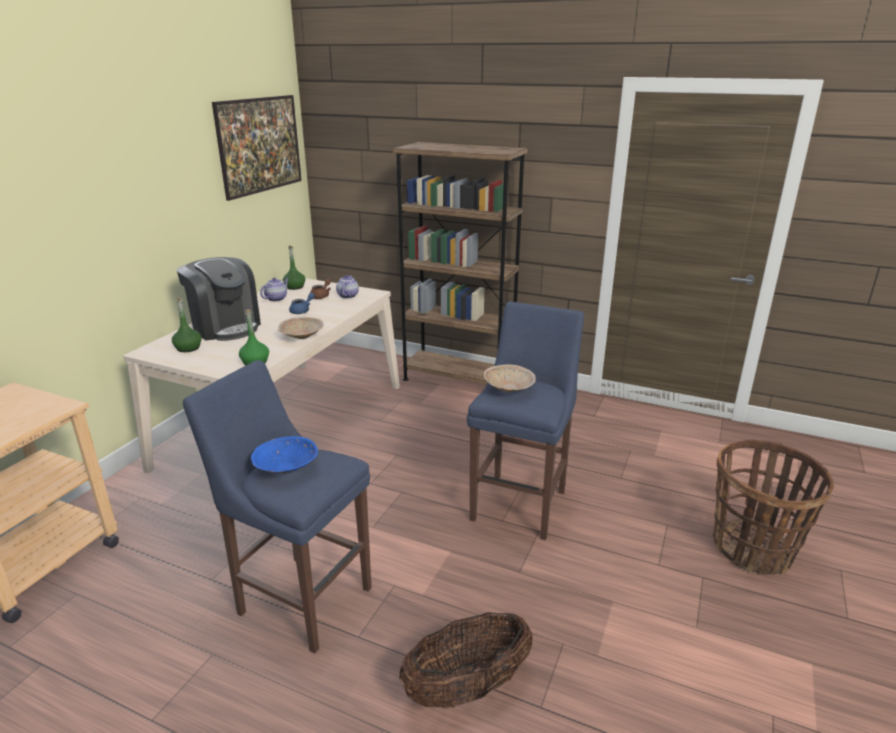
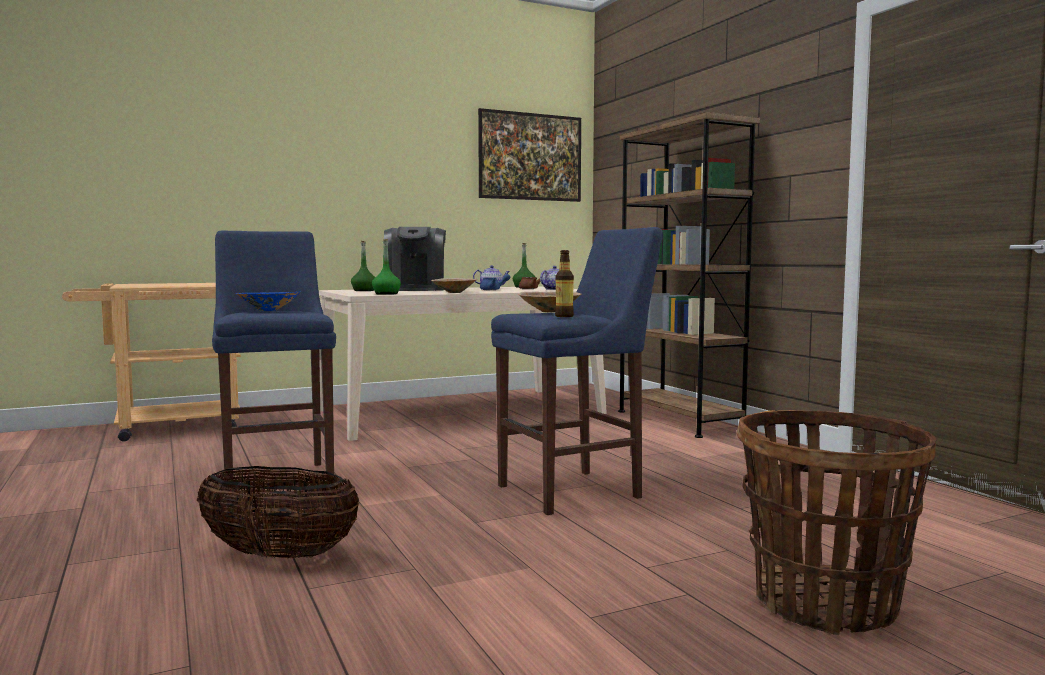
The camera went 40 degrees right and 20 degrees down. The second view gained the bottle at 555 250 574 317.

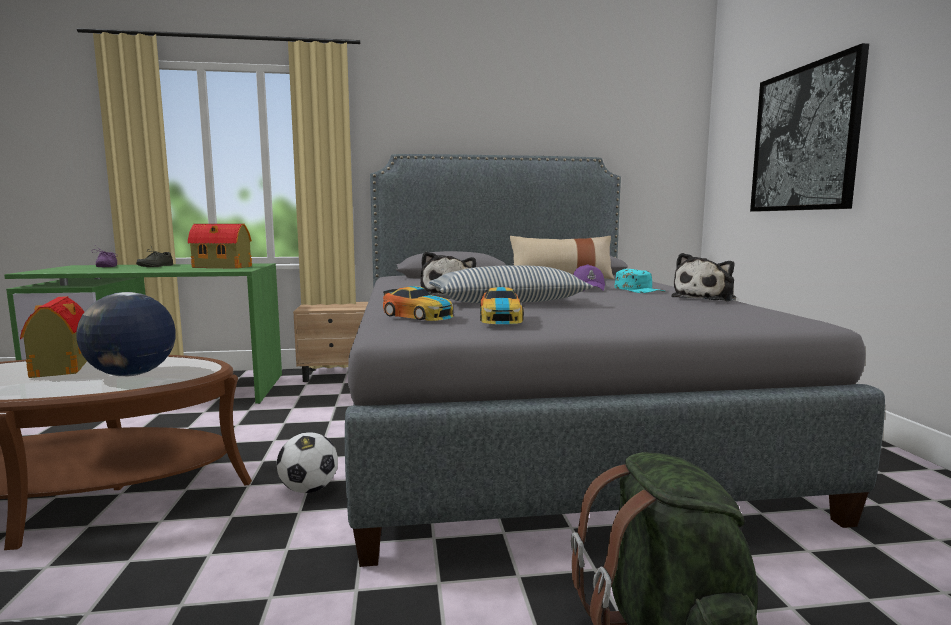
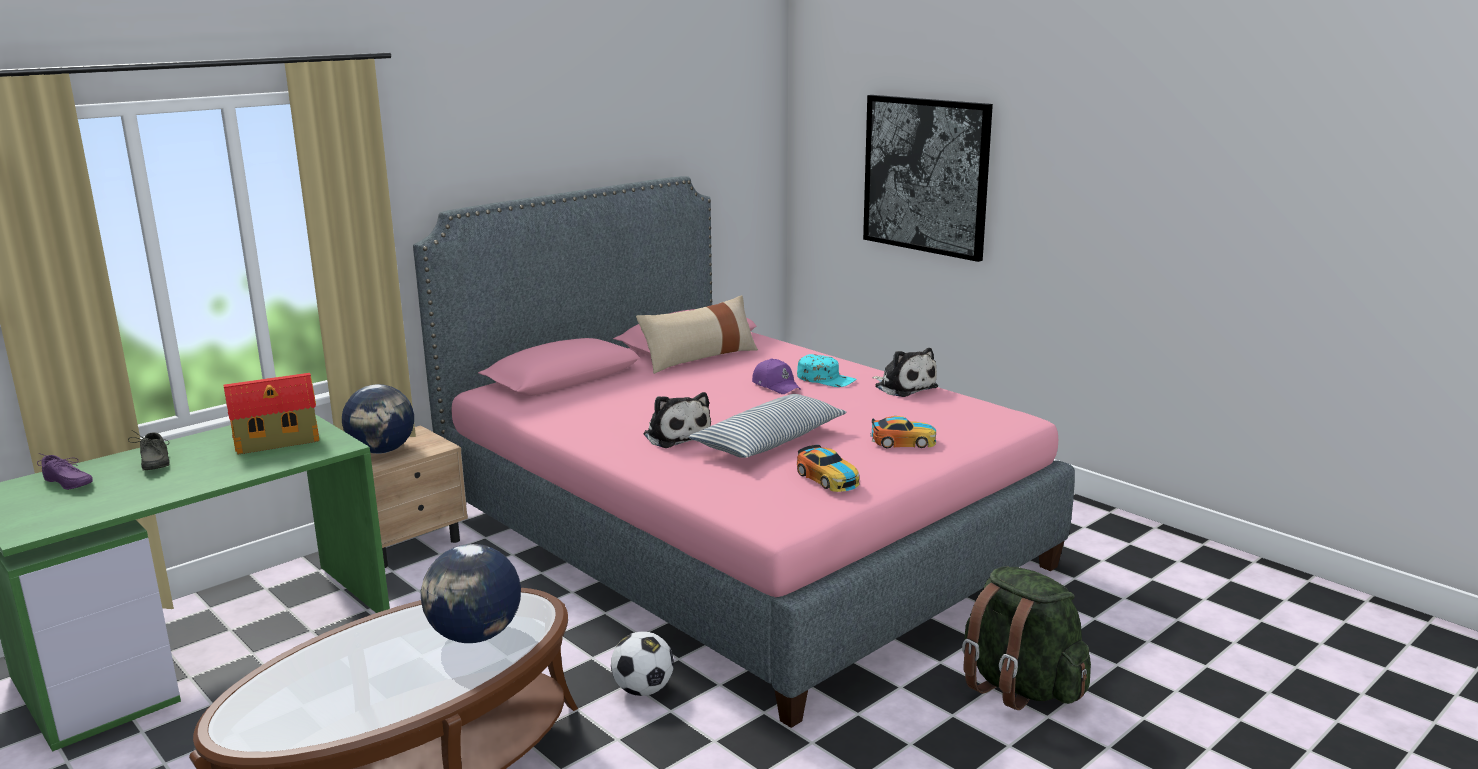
The camera went 35 degrees left and 10 degrees up. The second view lost the toy house at 20 296 87 378. The second view gained the globe at 342 384 414 454. The toy car ended up elsewhere, having gone from 383 286 454 321 to 870 416 936 448. What was the bed in grey at 345 154 885 567 turned into the bed in pink at 413 176 1075 728. The plush toy at 671 253 736 302 ended up facing another way, 45 degrees counterclockwise from before.

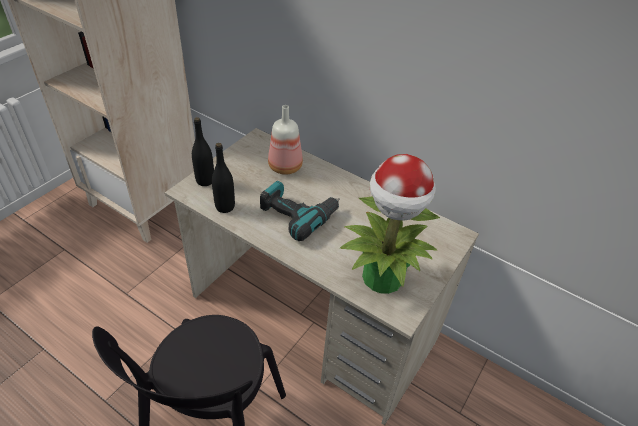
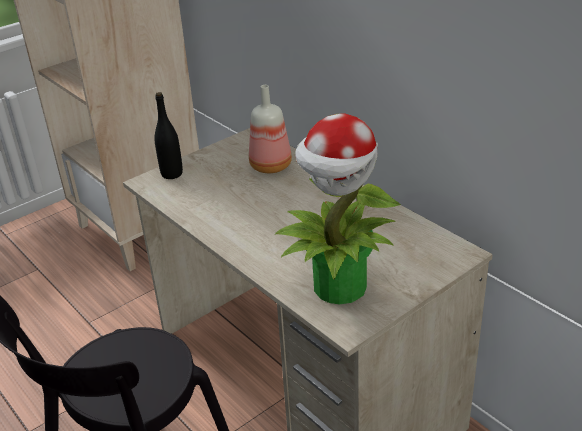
The camera went 20 degrees right and 10 degrees down. The second view lost the bottle in black at 212 143 235 213. The second view lost the power drill at 260 181 340 241.

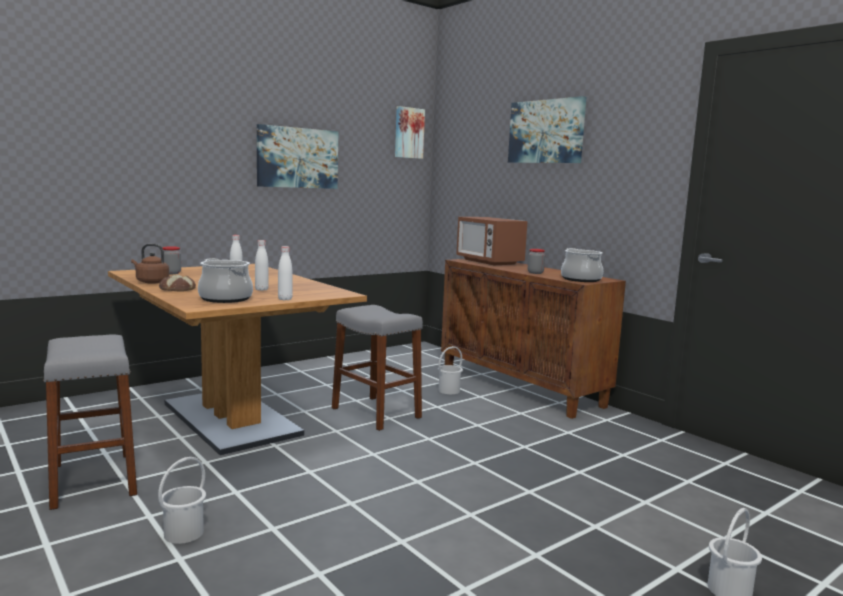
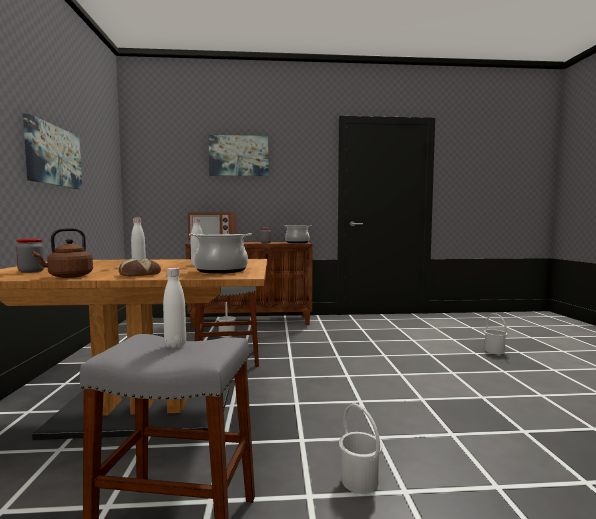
The camera went 55 degrees left and 5 degrees down. The second view lost the picture at 395 106 425 159. The bottle in white ended up elsewhere, having gone from 278 246 293 300 to 163 268 186 348.

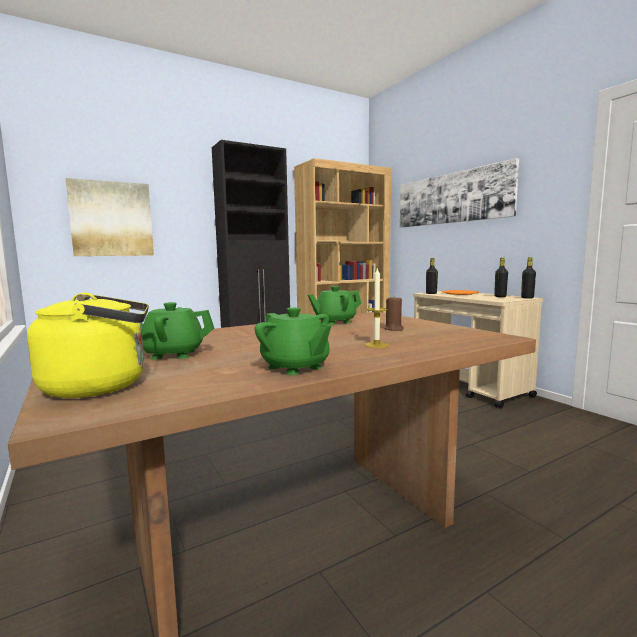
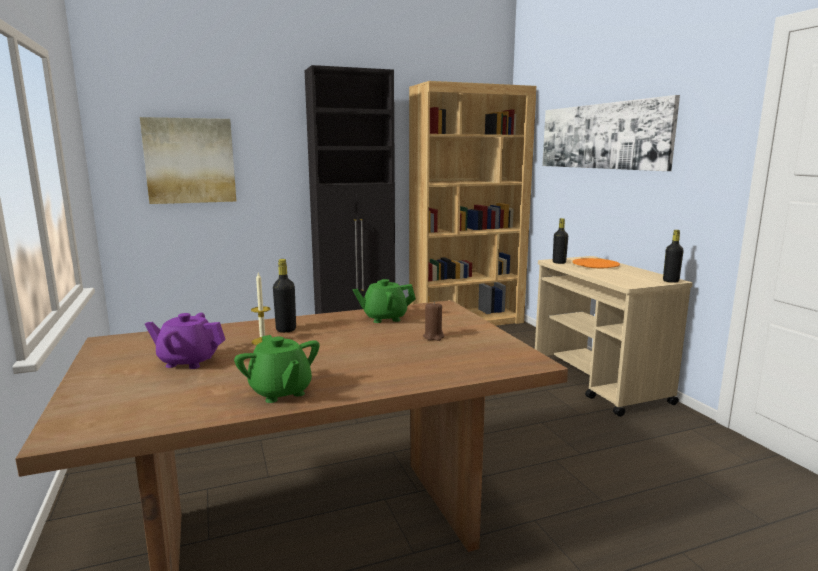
The camera went 10 degrees right and 5 degrees up. The second view lost the kettle in yellow at 27 293 149 398. The candle ended up elsewhere, having gone from 365 267 389 348 to 251 273 270 345. The bottle in black ended up elsewhere, having gone from 494 258 508 297 to 273 259 296 333. What was the teapot in green at 141 302 214 360 turned into the teapot in purple at 145 313 226 369.

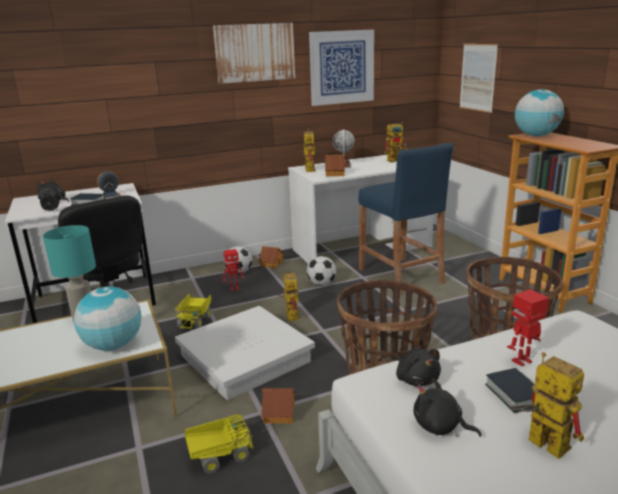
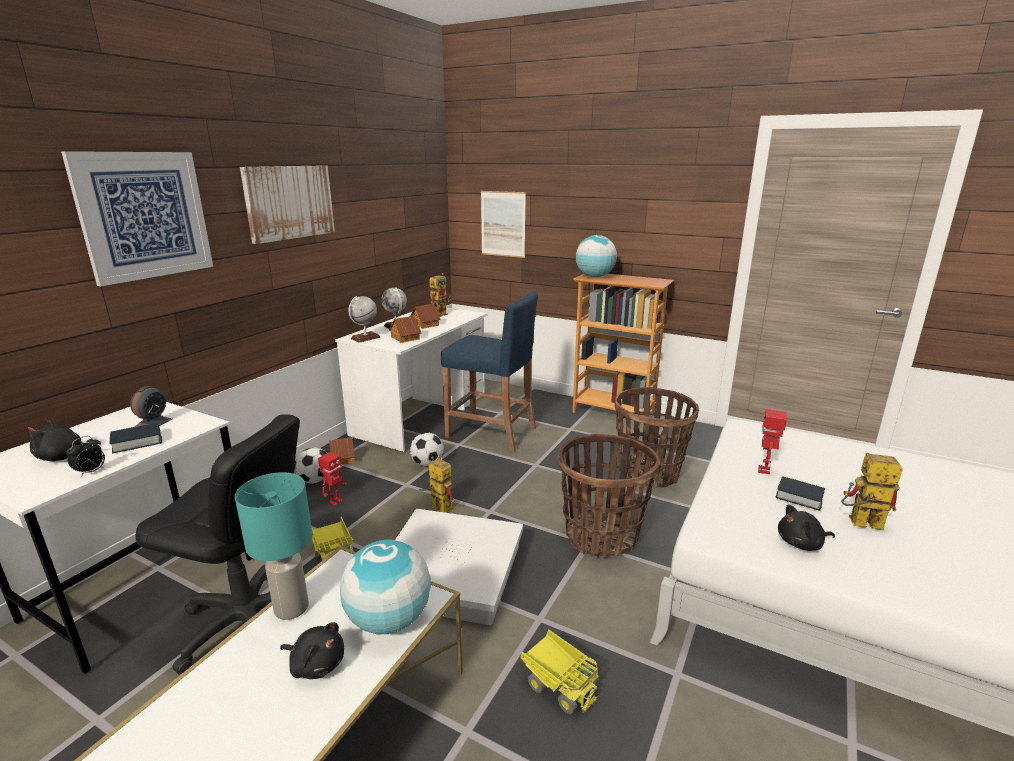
The camera went 40 degrees left and 0 degrees up. The toy house ended up elsewhere, having gone from 262 388 295 424 to 410 304 440 329. The picture ended up elsewhere, having gone from 309 29 374 106 to 61 151 213 286. The plush toy in black ended up elsewhere, having gone from 394 348 441 386 to 280 622 344 679. Where the toy robot stood at 298 129 317 172, the globe came to stand at 348 296 380 343. The toy truck at 185 415 254 474 ended up facing another way, 105 degrees clockwise from before.

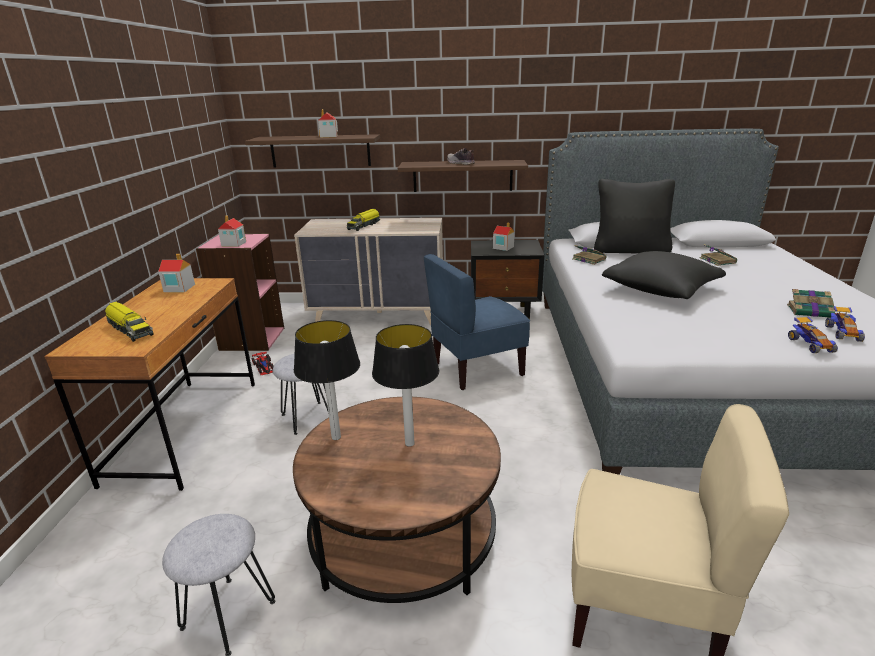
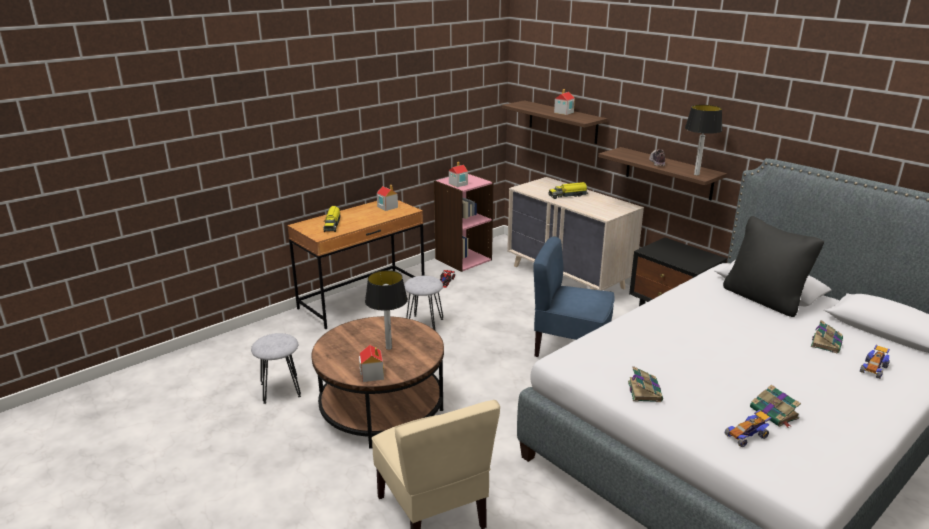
The camera went 45 degrees right and 0 degrees up. The second view lost the pillow in black at 602 251 726 299. The table lamp ended up elsewhere, having gone from 294 320 360 440 to 685 105 722 176. The toy house ended up elsewhere, having gone from 493 223 514 251 to 359 345 385 382. The book ended up elsewhere, having gone from 572 245 606 265 to 628 366 663 402. The toy car ended up elsewhere, having gone from 788 317 838 353 to 860 345 890 379.

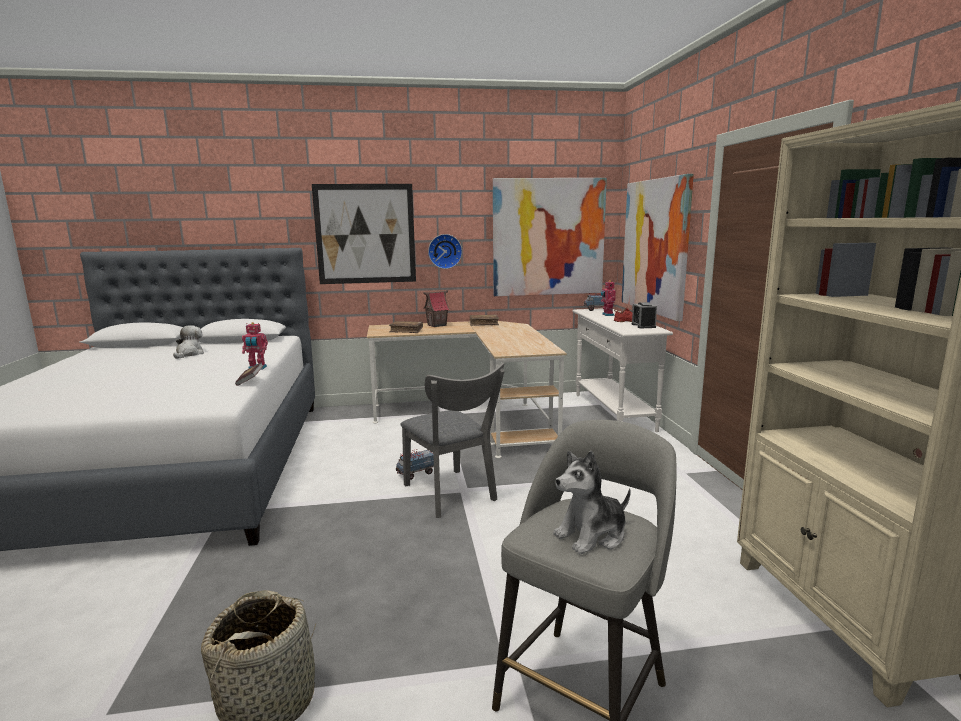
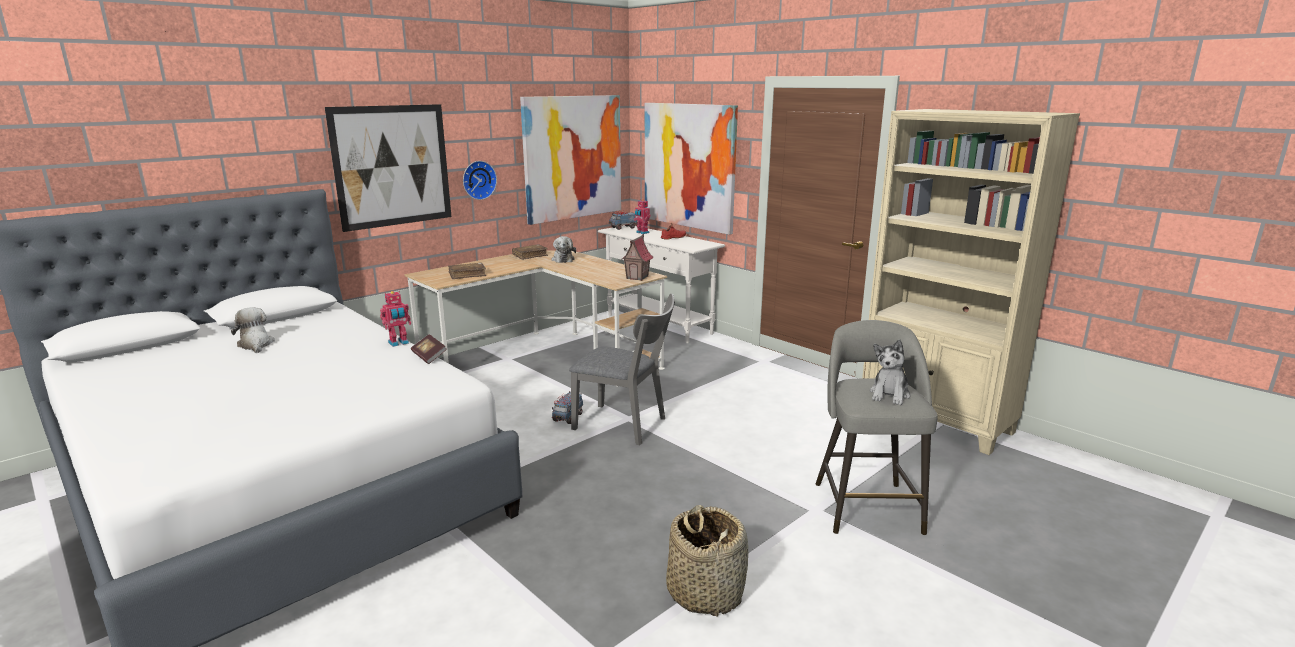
The camera went 35 degrees left and 5 degrees up. The second view lost the alarm clock at 632 302 657 328. The second view gained the plush toy at 551 236 576 263. The toy house ended up elsewhere, having gone from 423 290 450 327 to 621 234 654 281.

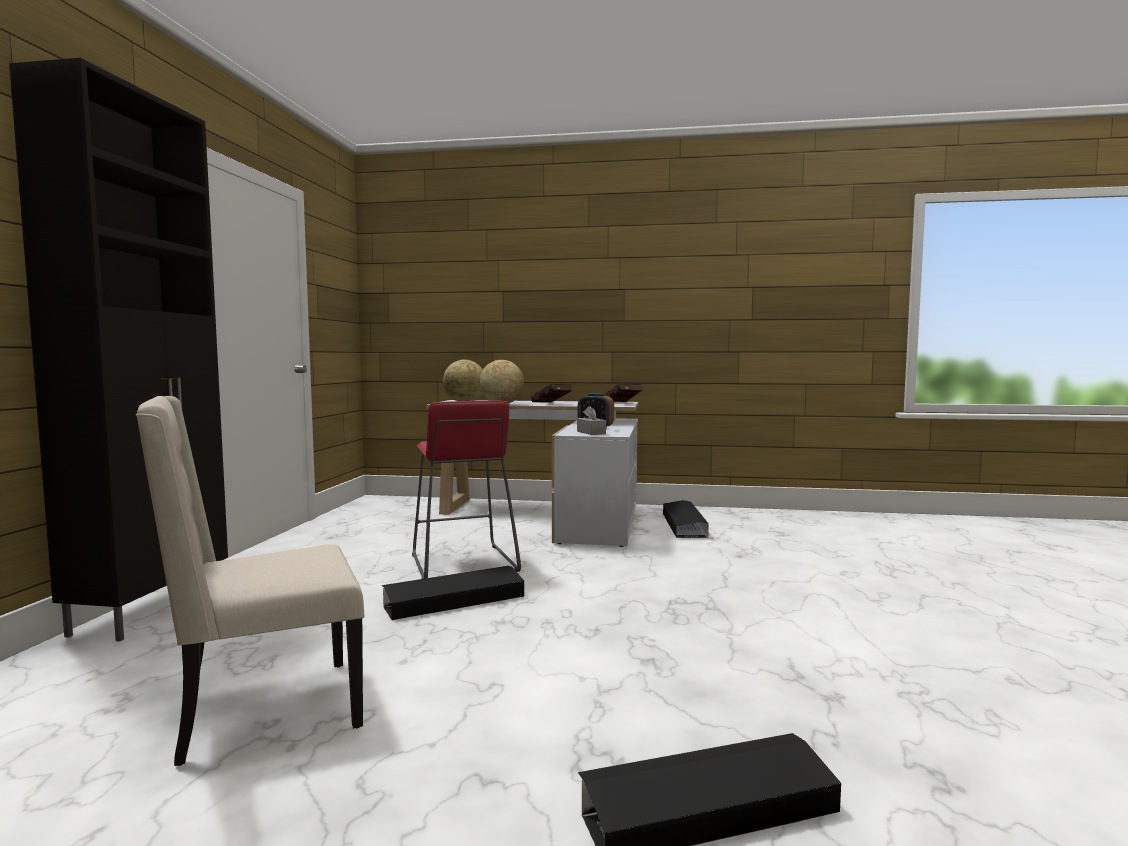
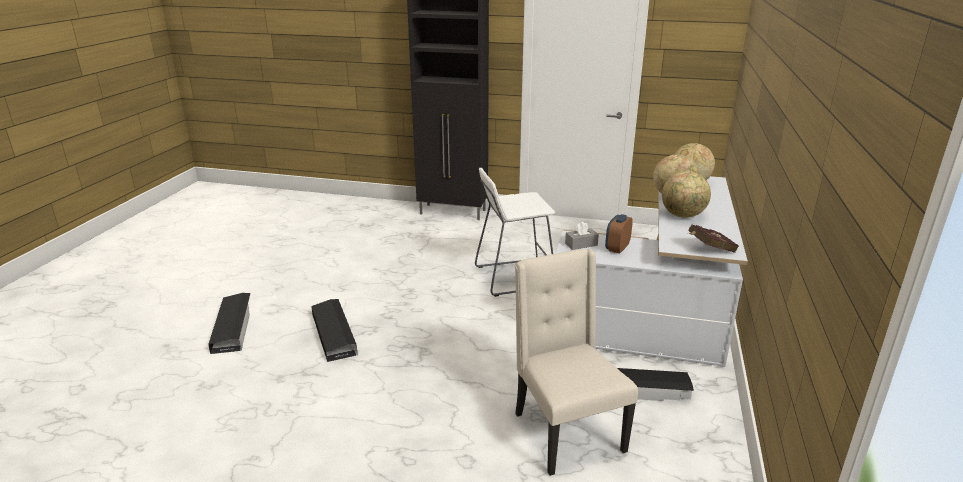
The camera went 95 degrees right and 20 degrees up. The chair in beige ended up elsewhere, having gone from 136 396 365 766 to 515 249 638 476. The storage box in black ended up elsewhere, having gone from 381 566 524 620 to 311 299 358 362. Where the book in red stood at 531 384 572 403, the globe came to stand at 662 171 711 218. What was the stool in red at 412 401 521 579 turned into the stool in white at 475 168 555 297.

